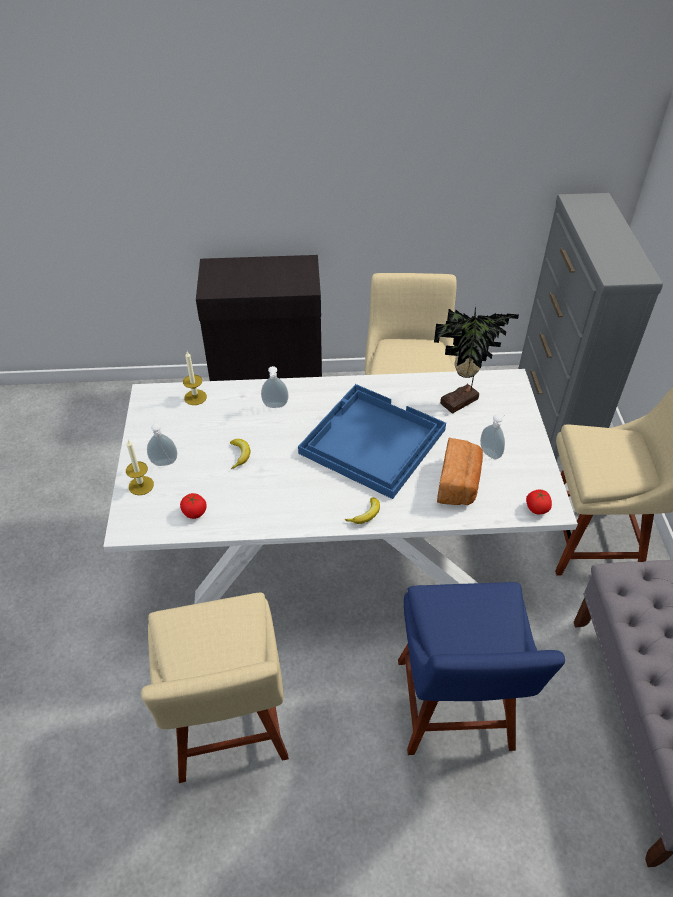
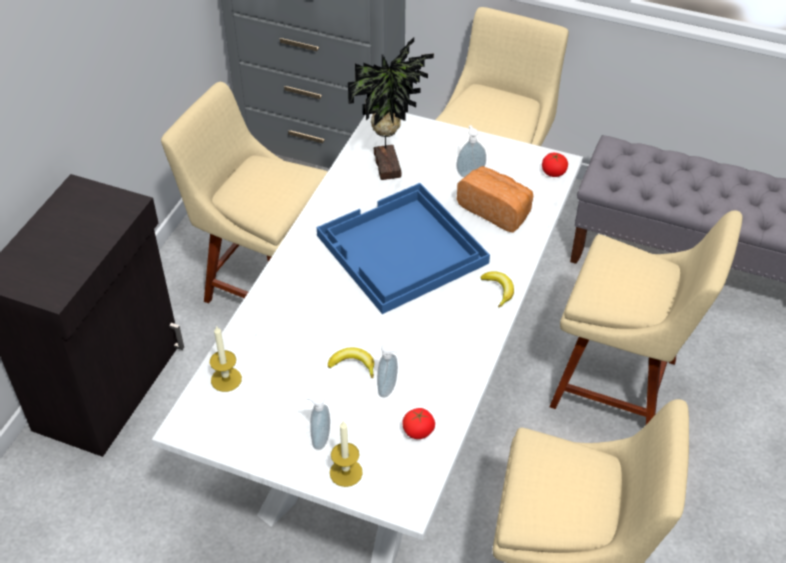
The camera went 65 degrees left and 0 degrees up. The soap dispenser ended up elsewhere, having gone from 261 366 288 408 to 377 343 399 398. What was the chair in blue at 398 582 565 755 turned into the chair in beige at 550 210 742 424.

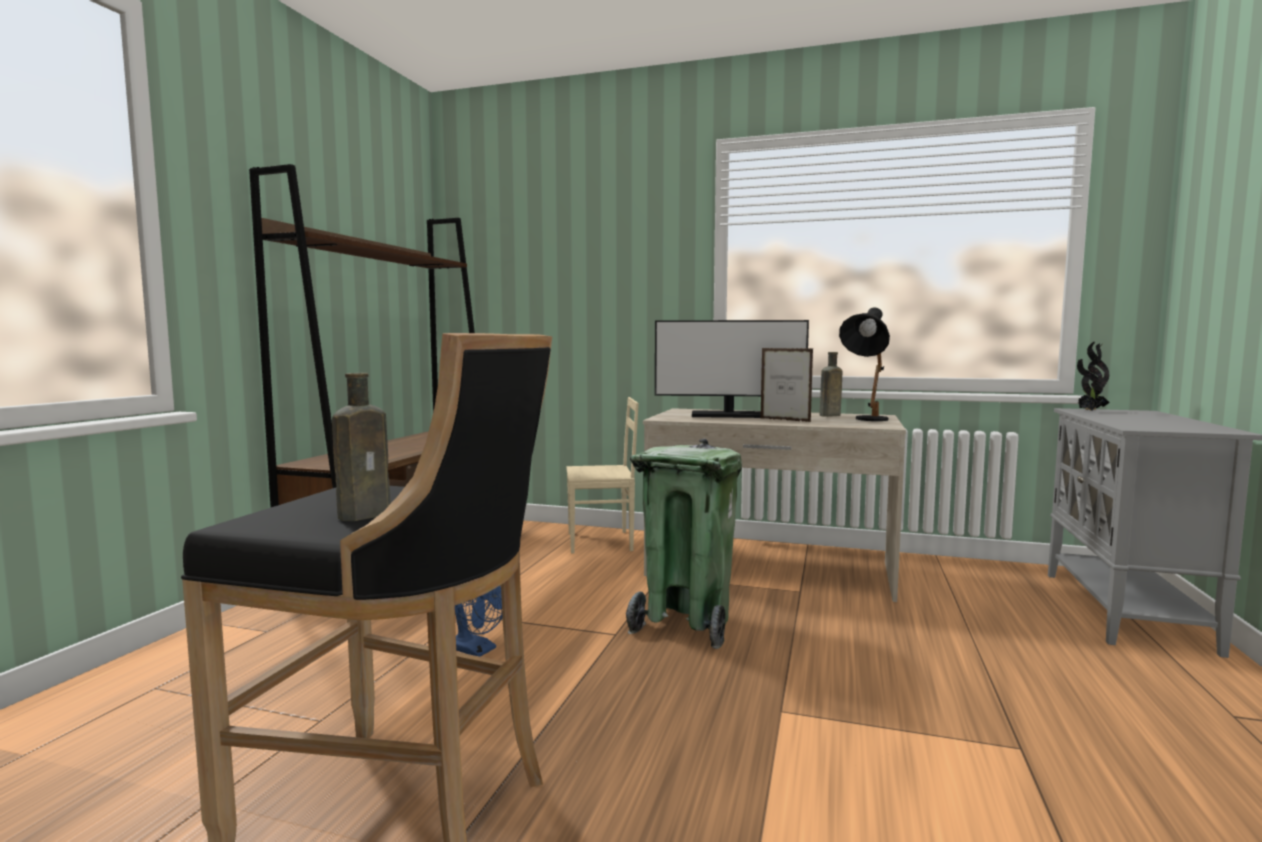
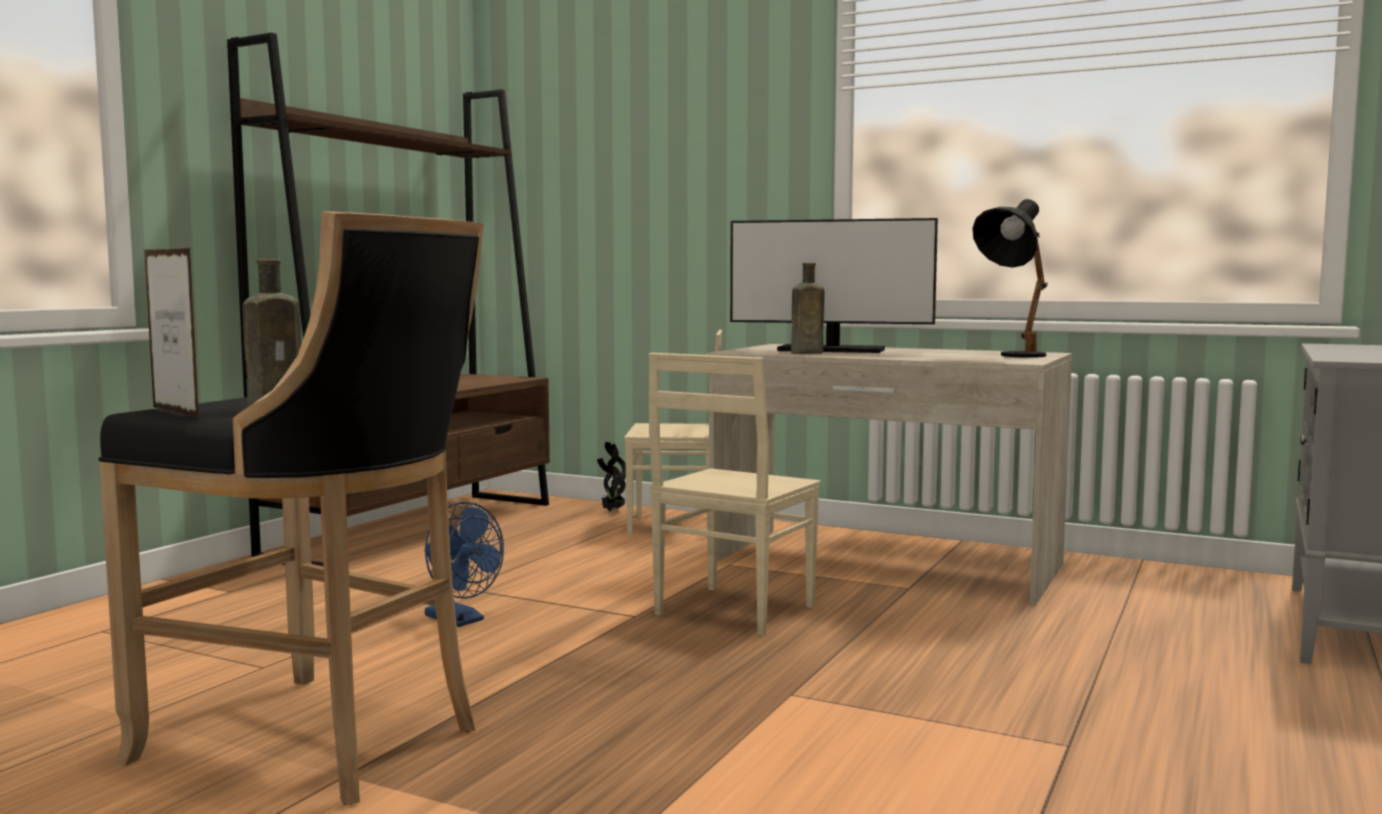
The camera went 10 degrees right and 0 degrees up. The picture frame ended up elsewhere, having gone from 760 348 813 422 to 144 247 199 418. The bottle in brown ended up elsewhere, having gone from 820 352 842 417 to 791 263 824 354. The potted plant ended up elsewhere, having gone from 1077 342 1110 411 to 597 442 626 511. Where the trash can in green stood at 626 439 742 649, the chair in beige came to stand at 649 353 821 636.

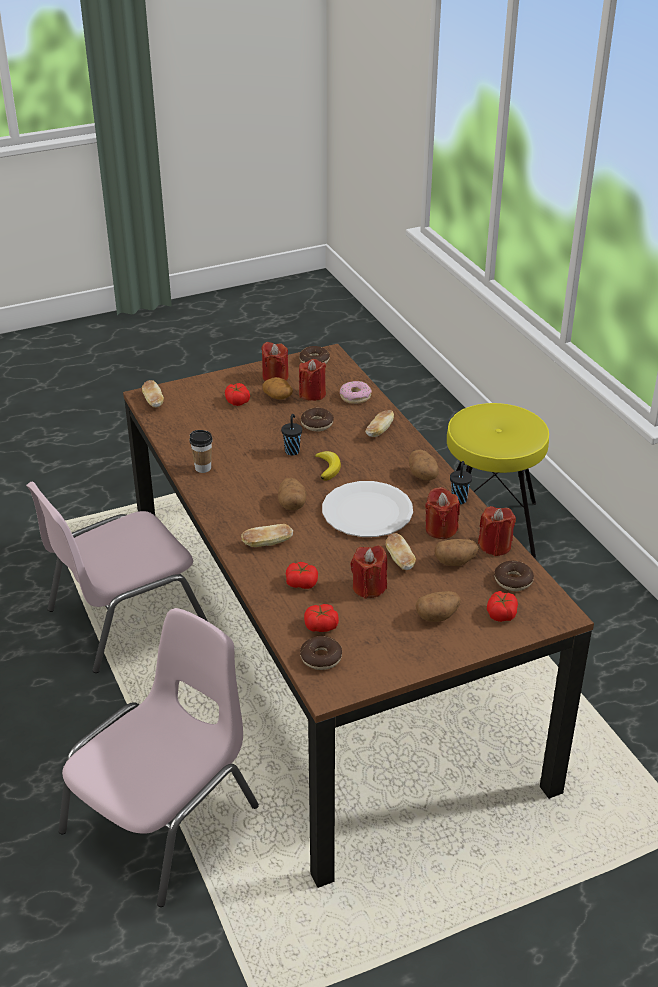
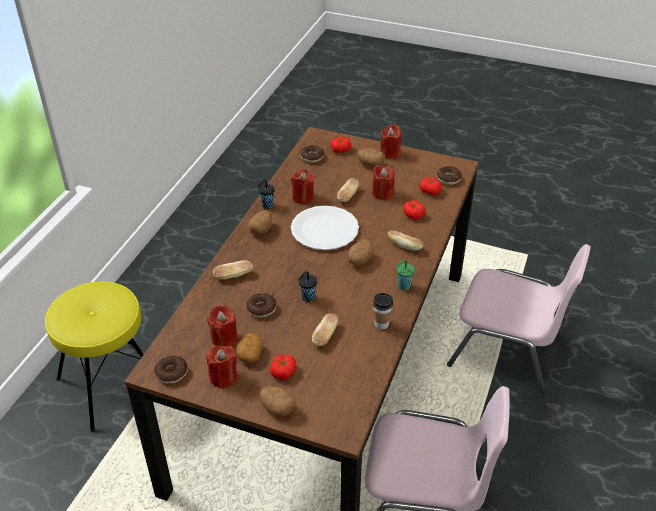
The camera went 135 degrees left and 5 degrees up. The second view lost the banana at 315 451 341 481. The second view lost the donut at 340 381 372 404. The second view gained the cup in green at 396 259 415 291. The bread ended up elsewhere, having gone from 142 380 164 408 to 312 313 339 346. The potato ended up elsewhere, having gone from 435 539 479 566 to 259 386 296 416. The candle in red ended up elsewhere, having gone from 478 506 516 556 to 380 125 402 159. The chair in pink at 59 608 259 907 ended up facing another way, 150 degrees counterclockwise from before.

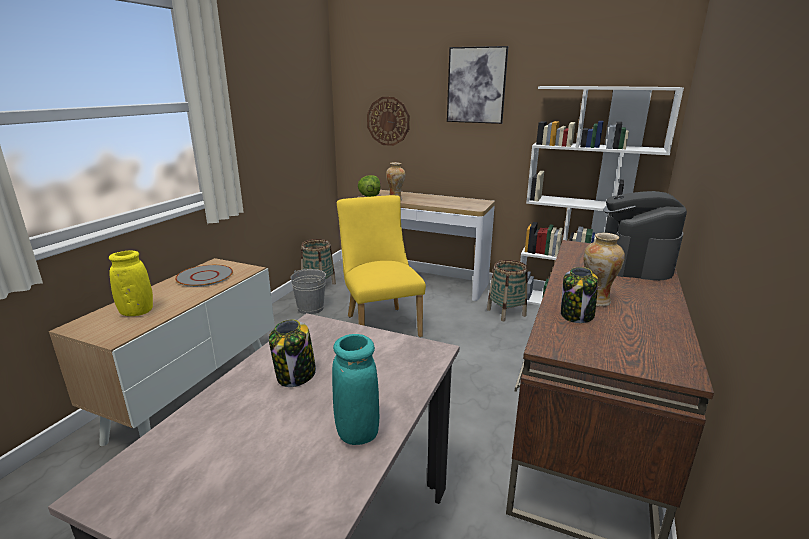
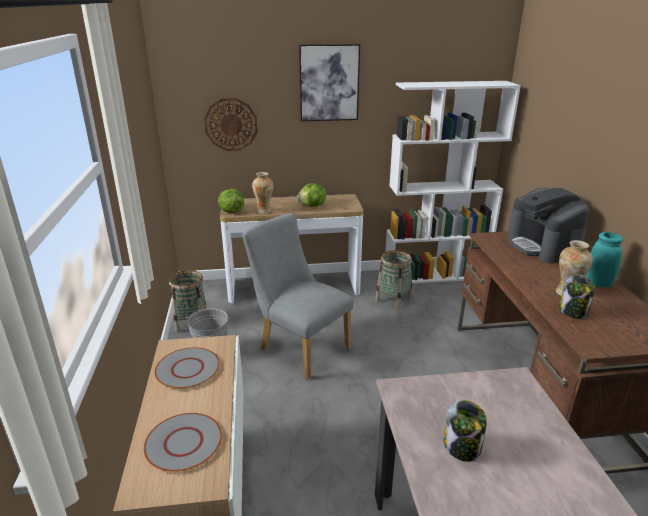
The camera went 30 degrees left and 5 degrees up. The second view gained the lettuce at 297 183 326 207. The vase in turquoise ended up elsewhere, having gone from 332 334 379 445 to 586 232 624 287. Where the vase in yellow stood at 109 250 153 316, the plate in grey came to stand at 144 413 222 472. What was the chair in yellow at 337 195 426 337 turned into the chair in grey at 242 213 354 379.

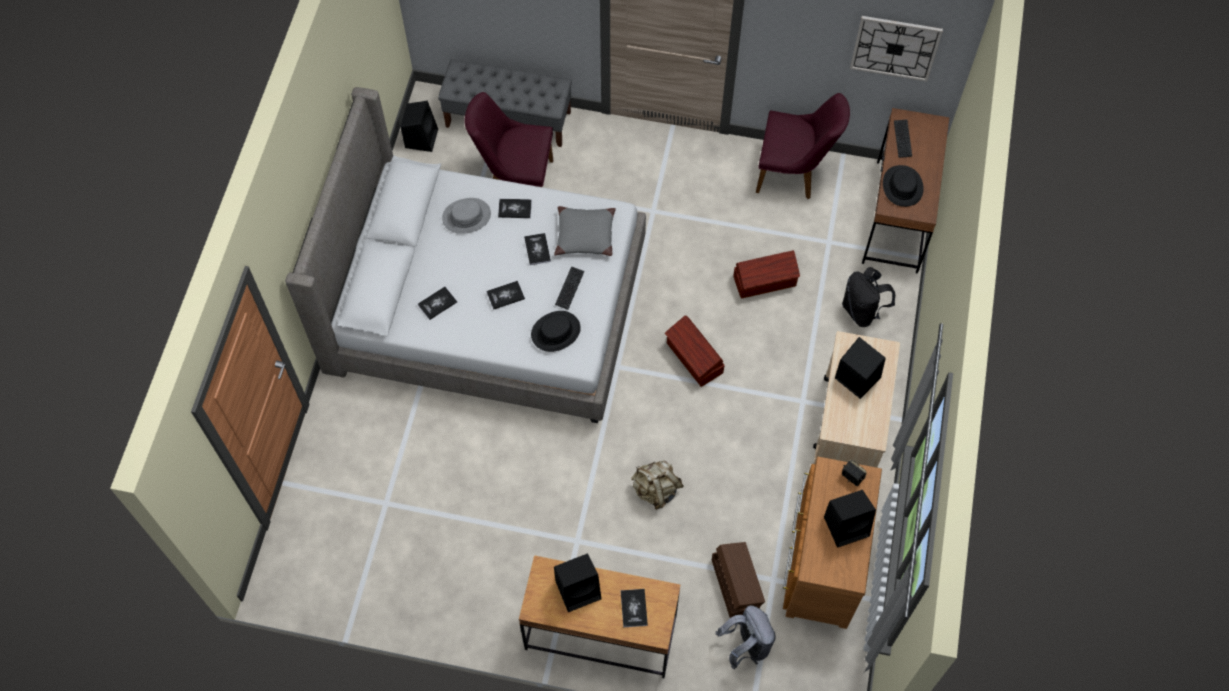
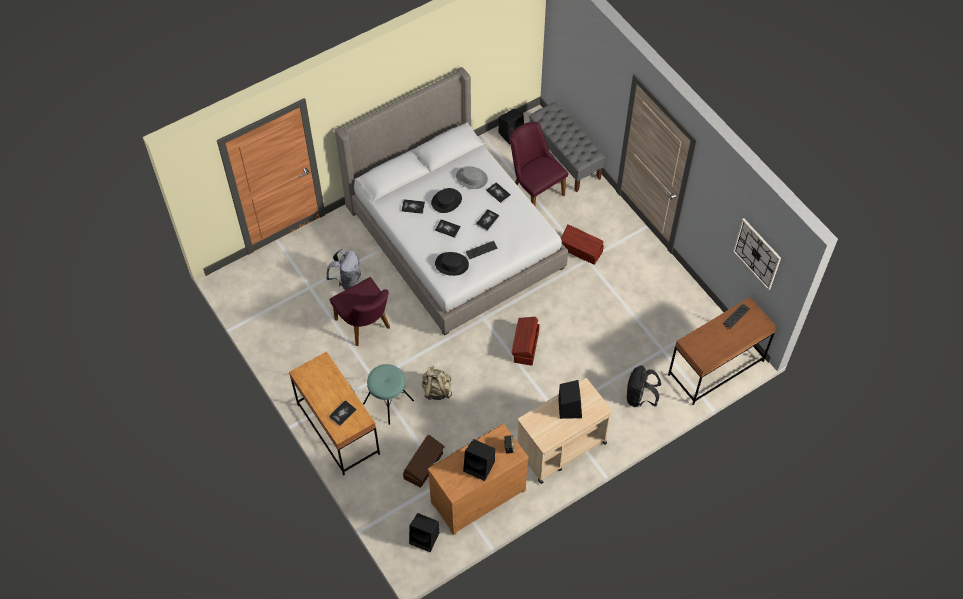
The camera went 45 degrees right and 5 degrees down. The second view lost the pillow in grey at 554 206 616 256. The second view gained the stool in turquoise at 363 364 414 425. The speaker in black ended up elsewhere, having gone from 554 554 601 612 to 409 513 439 552. The backpack in grey ended up elsewhere, having gone from 716 605 776 670 to 326 249 361 290. The storage box in brown ended up elsewhere, having gone from 733 250 800 299 to 561 224 604 265. The chair in purple ended up elsewhere, having gone from 756 93 850 199 to 329 277 390 346. The hat in black ended up elsewhere, having gone from 883 165 924 207 to 431 188 462 213.

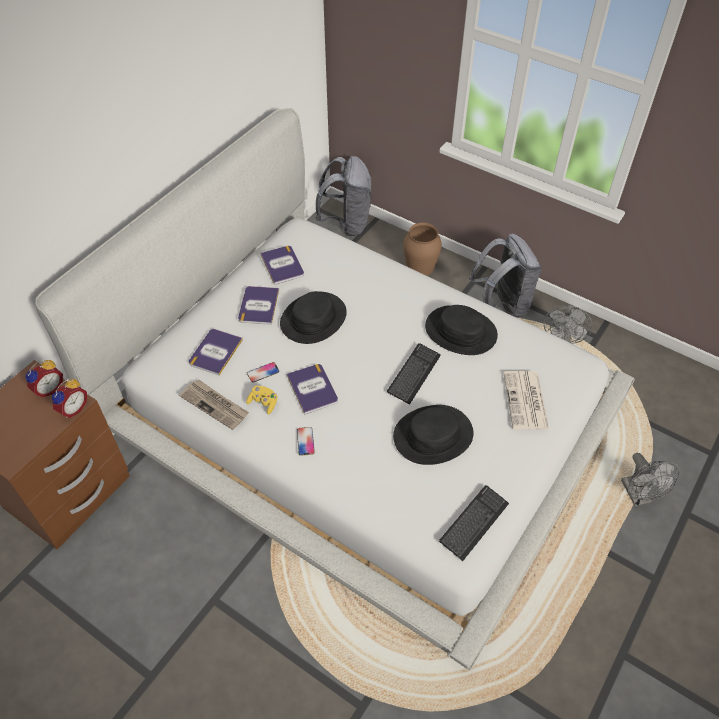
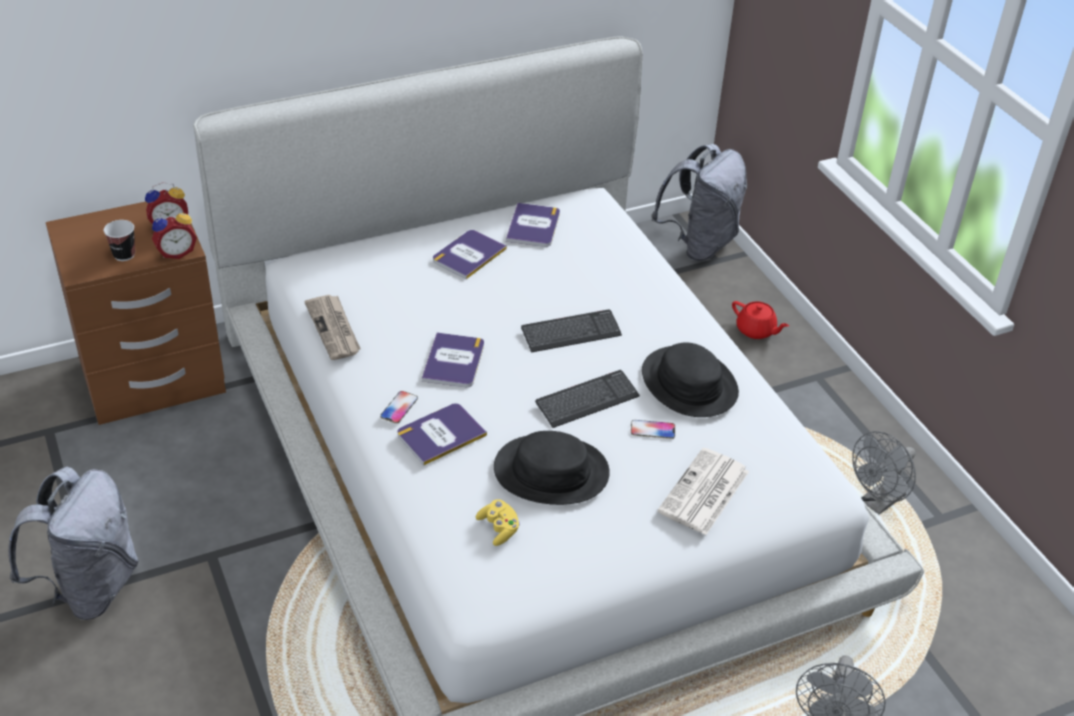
The camera went 30 degrees right and 10 degrees down. The second view lost the hat in black at 280 291 347 344. The second view gained the cup at 104 220 135 261. The book ended up elsewhere, having gone from 189 329 243 376 to 397 403 487 465. The game controller in yellow ended up elsewhere, having gone from 246 386 277 414 to 476 499 520 546. The phone ended up elsewhere, having gone from 247 362 279 383 to 631 420 675 439. The keyboard ended up elsewhere, having gone from 439 485 509 561 to 521 309 622 353. The backpack in grey ended up elsewhere, having gone from 469 234 541 318 to 8 466 139 620. Where the vase in brown stood at 403 223 442 276, the teapot in red came to stand at 732 301 789 339.

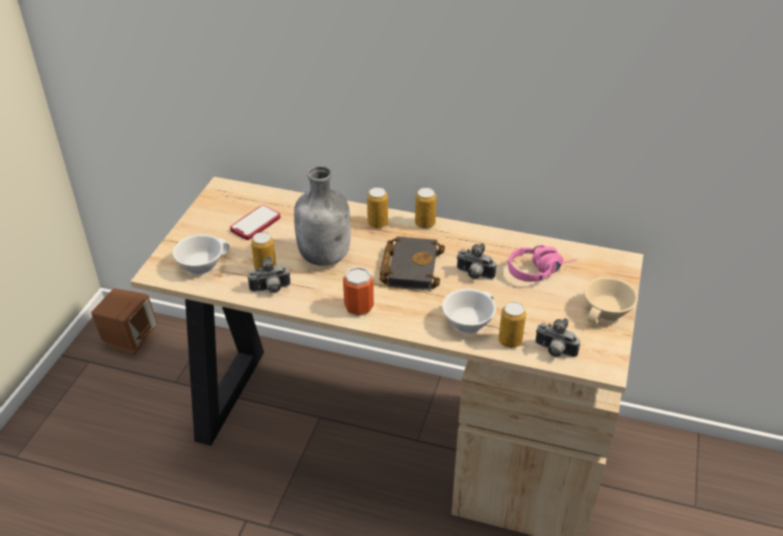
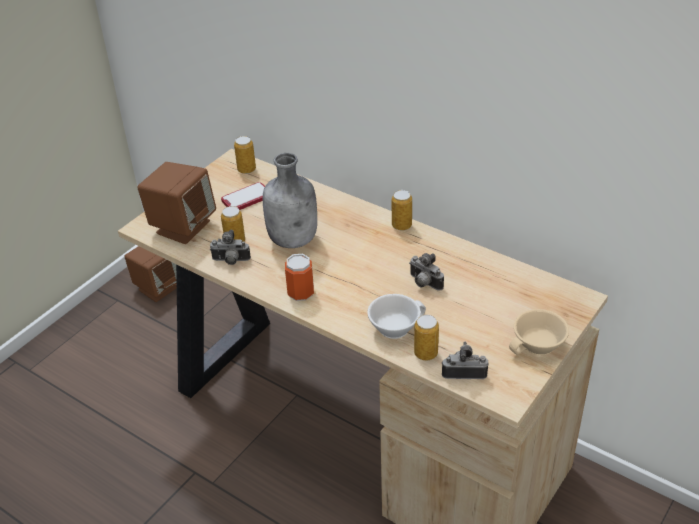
The camera went 20 degrees right and 0 degrees up. The second view lost the book in black at 379 236 445 290. The second view lost the headphones in pink at 508 245 577 282. The can ended up elsewhere, having gone from 367 187 388 228 to 234 136 256 174. Where the cup in white stood at 173 234 230 275, the speaker in brown came to stand at 137 162 216 244. The photo camera at 535 318 580 357 ended up facing another way, 135 degrees clockwise from before.

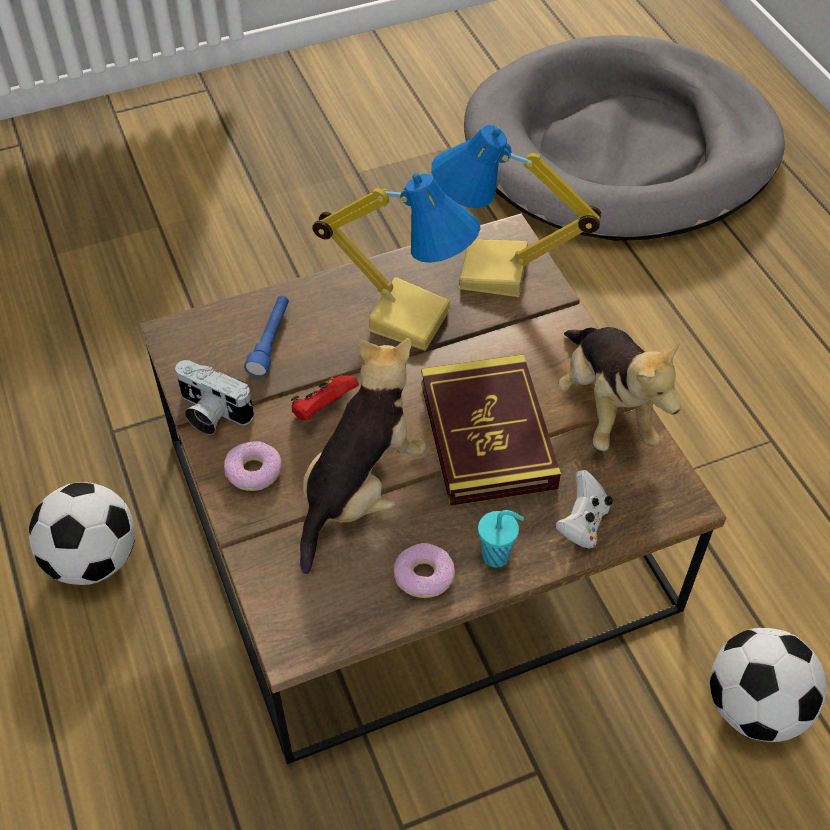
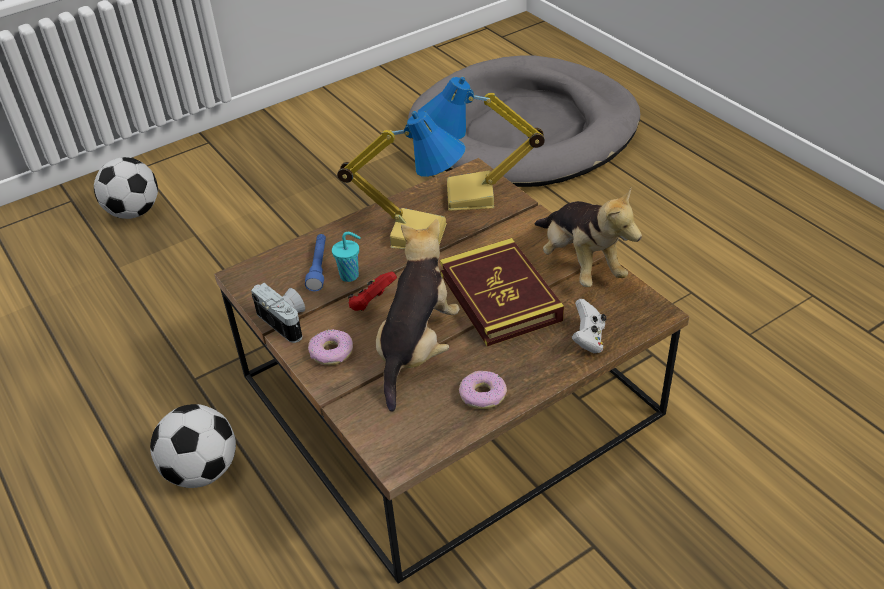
The camera went 10 degrees left and 10 degrees down. The cup in turquoise ended up elsewhere, having gone from 478 510 524 567 to 332 232 361 282. The football ended up elsewhere, having gone from 710 628 827 742 to 94 157 158 219. The photo camera at 175 360 254 435 ended up facing another way, 150 degrees counterclockwise from before.

